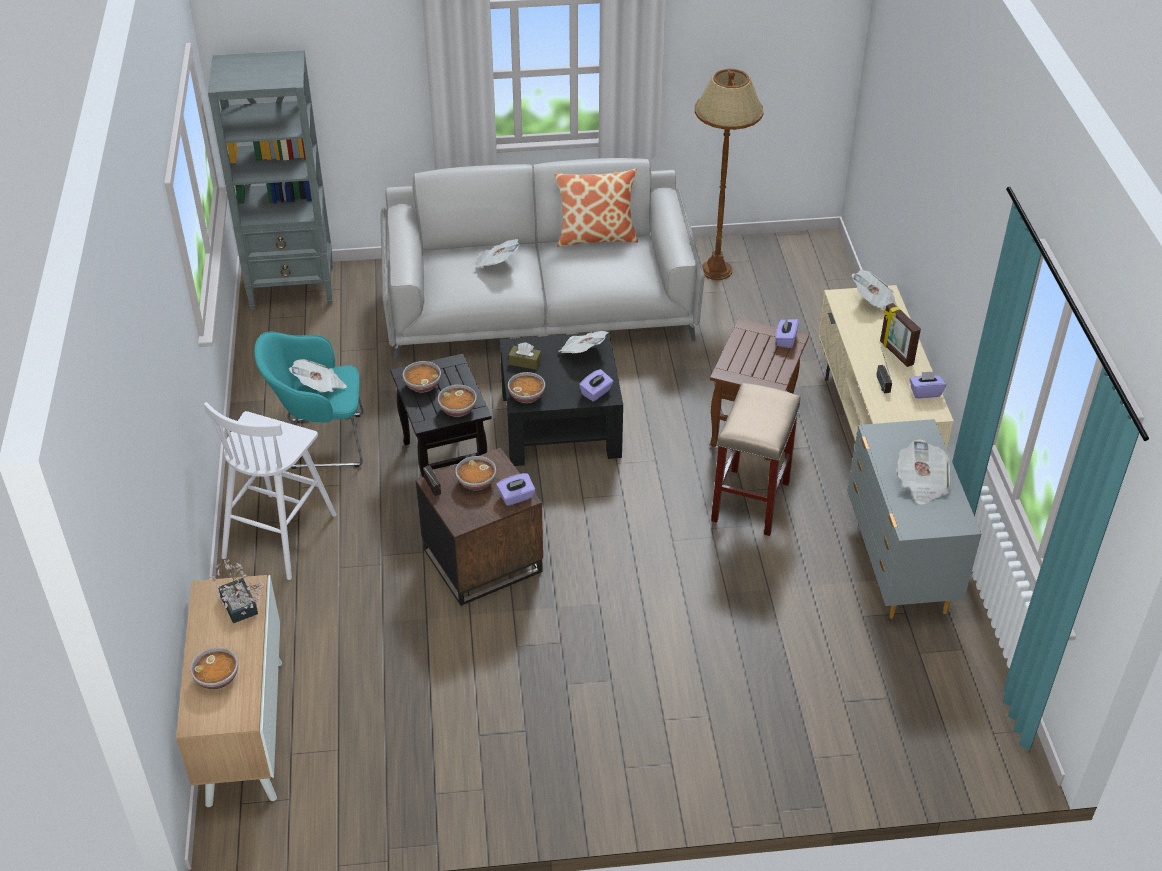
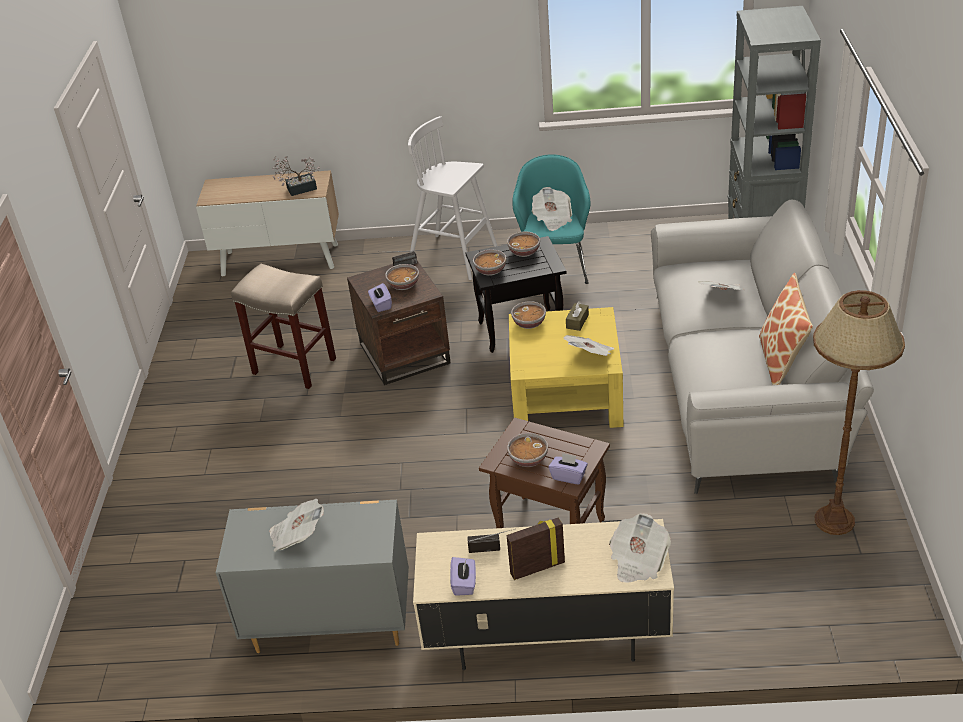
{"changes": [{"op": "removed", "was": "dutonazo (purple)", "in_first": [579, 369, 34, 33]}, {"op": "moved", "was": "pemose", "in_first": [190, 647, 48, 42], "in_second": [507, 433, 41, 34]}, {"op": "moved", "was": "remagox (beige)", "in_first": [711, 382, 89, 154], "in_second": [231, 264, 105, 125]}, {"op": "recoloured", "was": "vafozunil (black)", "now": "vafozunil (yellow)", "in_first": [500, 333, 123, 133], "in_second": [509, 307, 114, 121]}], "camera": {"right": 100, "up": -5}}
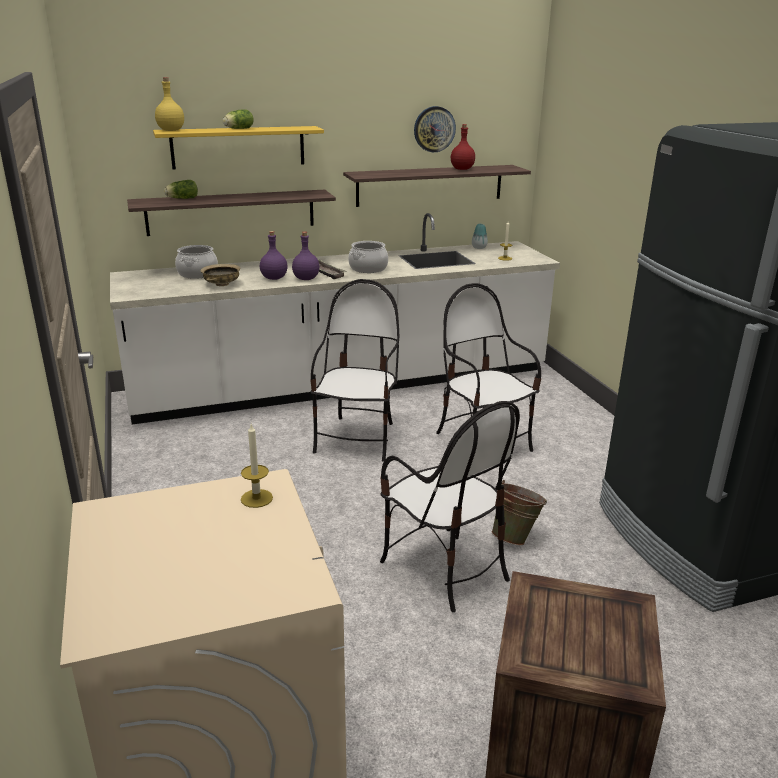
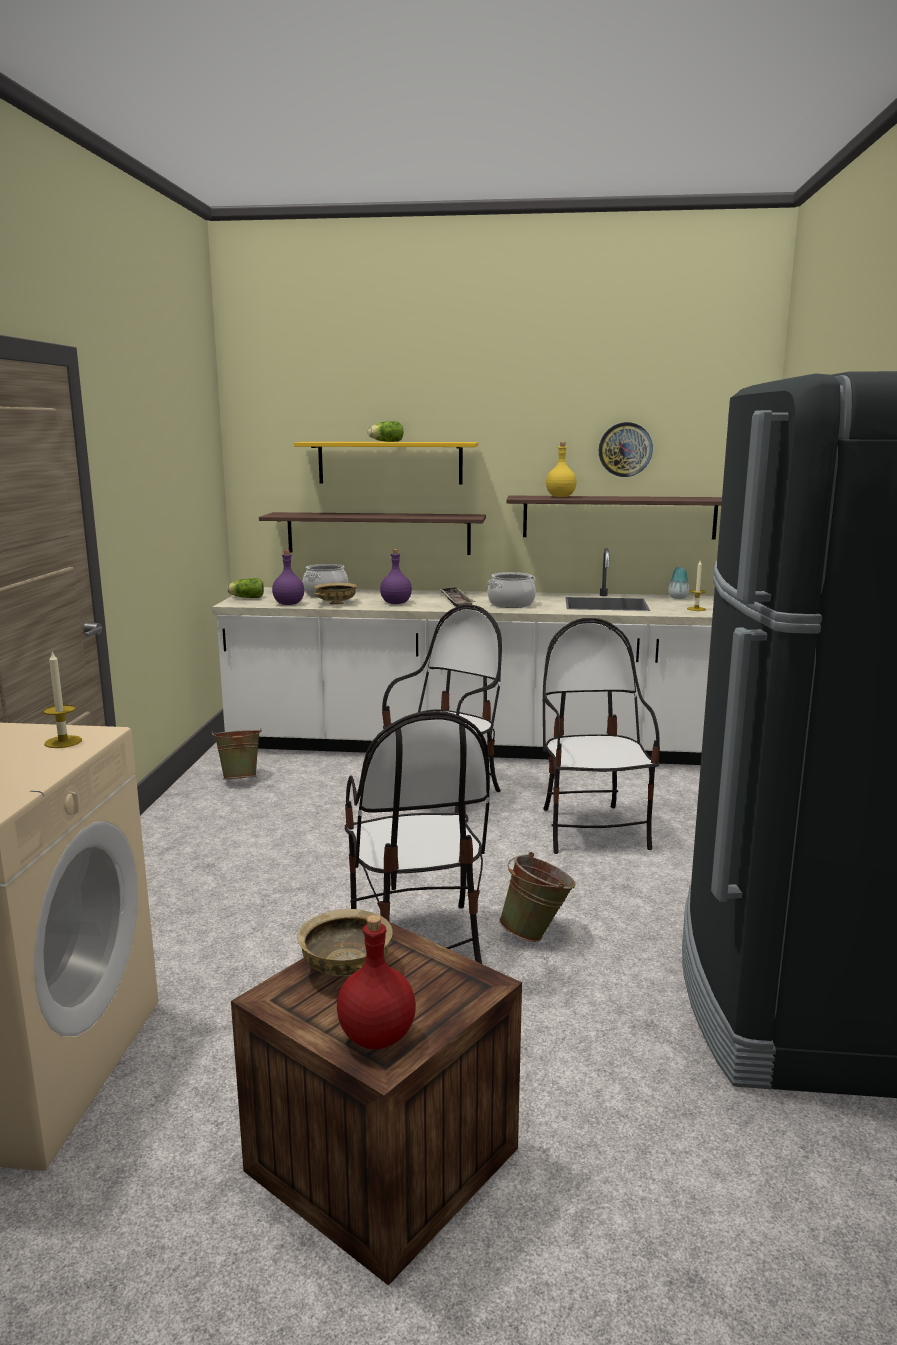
{"changes": [{"op": "added", "now": "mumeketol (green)", "in_second": [212, 729, 50, 50]}, {"op": "added", "now": "pemose (beige)", "in_second": [297, 909, 96, 68]}, {"op": "moved", "was": "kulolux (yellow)", "in_first": [155, 77, 29, 54], "in_second": [546, 442, 31, 55]}, {"op": "moved", "was": "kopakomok", "in_first": [164, 180, 34, 19], "in_second": [227, 578, 37, 20]}, {"op": "moved", "was": "kulolux (purple)", "in_first": [292, 232, 27, 48], "in_second": [272, 550, 32, 55]}, {"op": "moved", "was": "kulolux (red)", "in_first": [451, 124, 24, 46], "in_second": [337, 915, 79, 134]}], "camera": {"right": 25, "up": -10}}
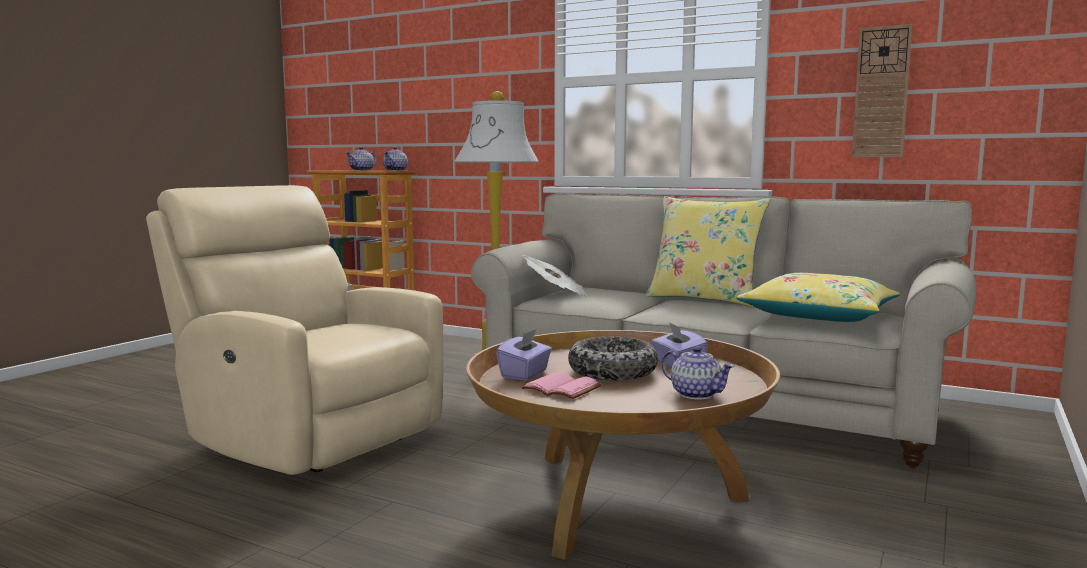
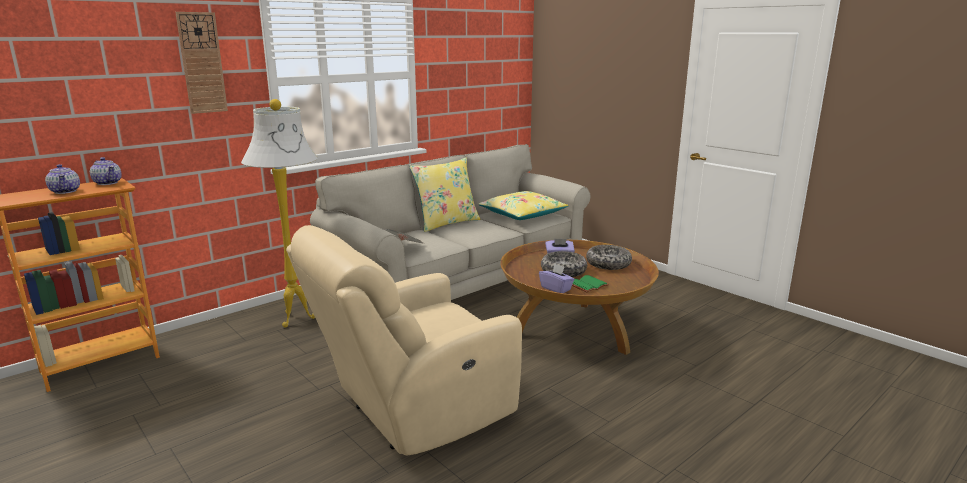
{"changes": [{"op": "moved", "was": "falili", "in_first": [852, 24, 60, 133], "in_second": [175, 12, 53, 102]}, {"op": "replaced", "was": "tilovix", "now": "pemose", "in_first": [662, 346, 73, 54], "in_second": [586, 245, 46, 25]}, {"op": "recoloured", "was": "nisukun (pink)", "now": "nisukun (green)", "in_first": [521, 372, 80, 27], "in_second": [572, 275, 37, 17]}], "camera": {"right": -70, "up": 10}}
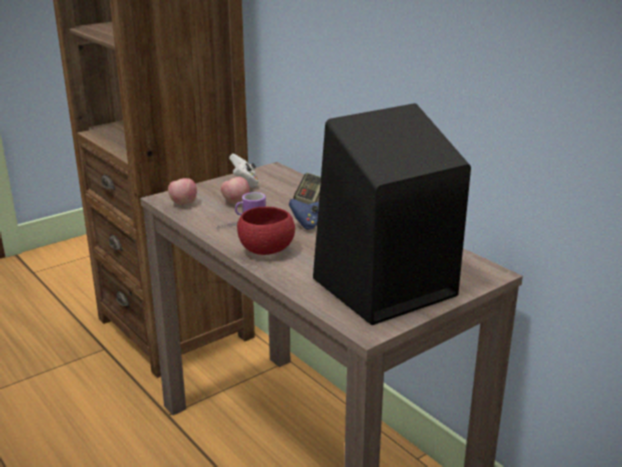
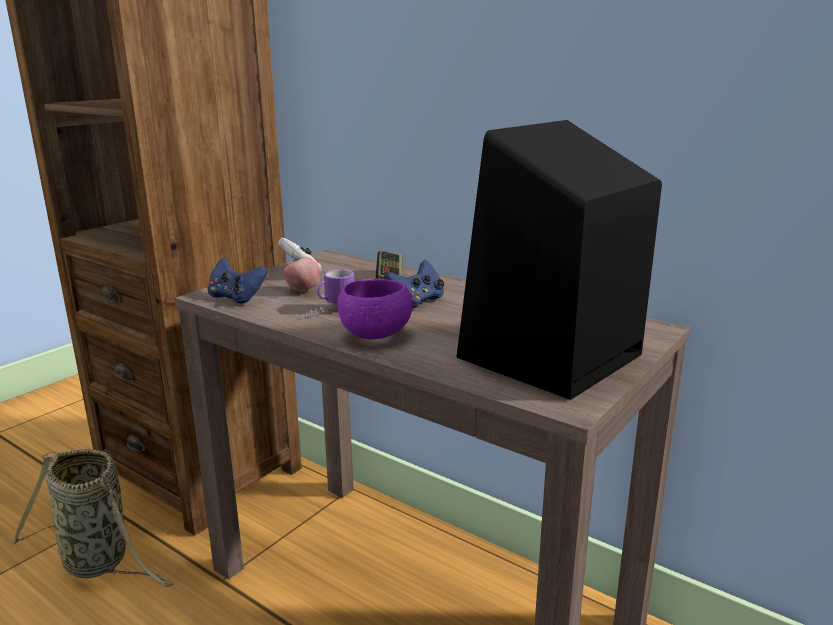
{"changes": [{"op": "added", "now": "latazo", "in_second": [10, 449, 164, 138]}, {"op": "replaced", "was": "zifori", "now": "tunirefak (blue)", "in_first": [168, 178, 29, 27], "in_second": [207, 258, 60, 46]}, {"op": "recoloured", "was": "pemose (red)", "now": "pemose (purple)", "in_first": [237, 206, 58, 49], "in_second": [337, 279, 76, 61]}], "camera": {"right": -15, "up": -5}}
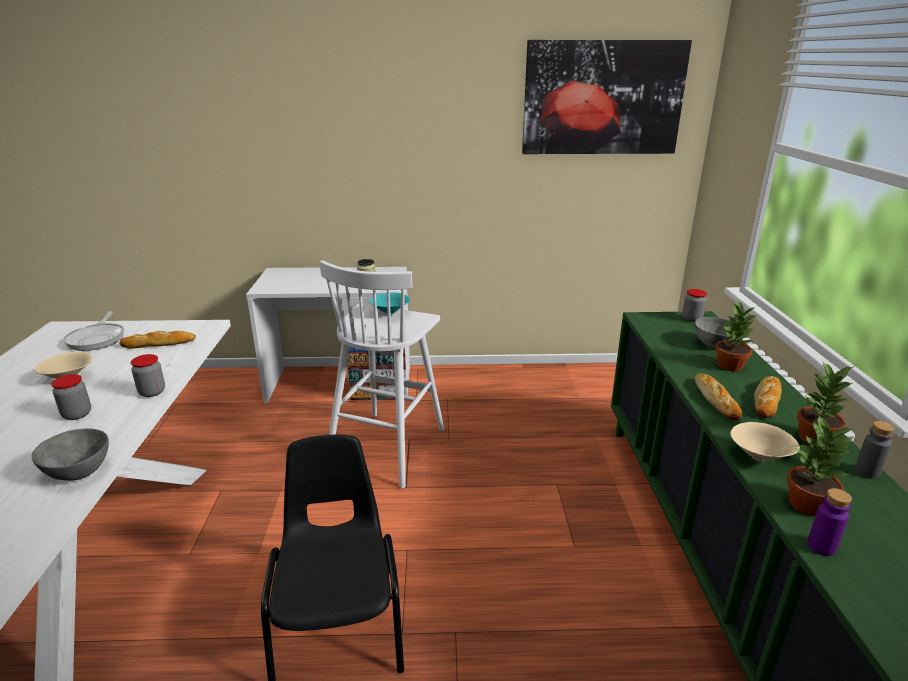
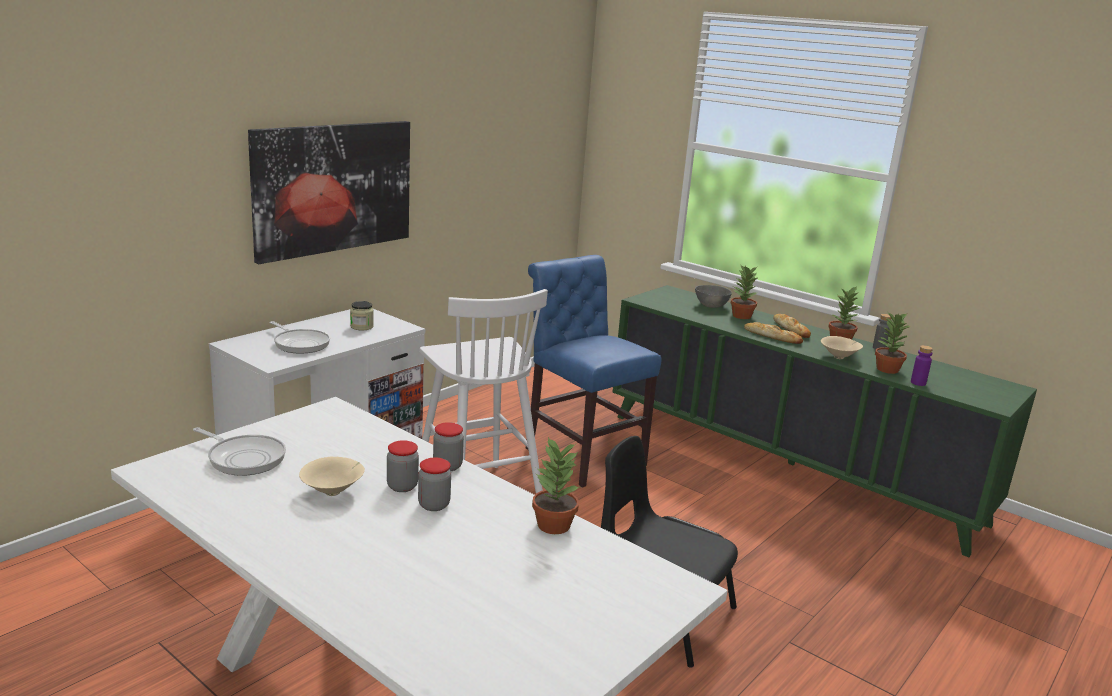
{"changes": [{"op": "removed", "was": "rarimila", "in_first": [120, 330, 76, 19]}, {"op": "removed", "was": "pemose (turquoise)", "in_first": [370, 292, 40, 23]}, {"op": "added", "now": "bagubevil", "in_second": [270, 321, 60, 33]}, {"op": "added", "now": "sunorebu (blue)", "in_second": [526, 255, 136, 233]}, {"op": "moved", "was": "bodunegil", "in_first": [522, 40, 170, 114], "in_second": [248, 121, 162, 143]}, {"op": "moved", "was": "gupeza", "in_first": [682, 289, 25, 33], "in_second": [387, 440, 32, 52]}, {"op": "replaced", "was": "pemose (grey)", "now": "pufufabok", "in_first": [32, 428, 77, 53], "in_second": [532, 437, 49, 97]}], "camera": {"right": -50, "up": -5}}
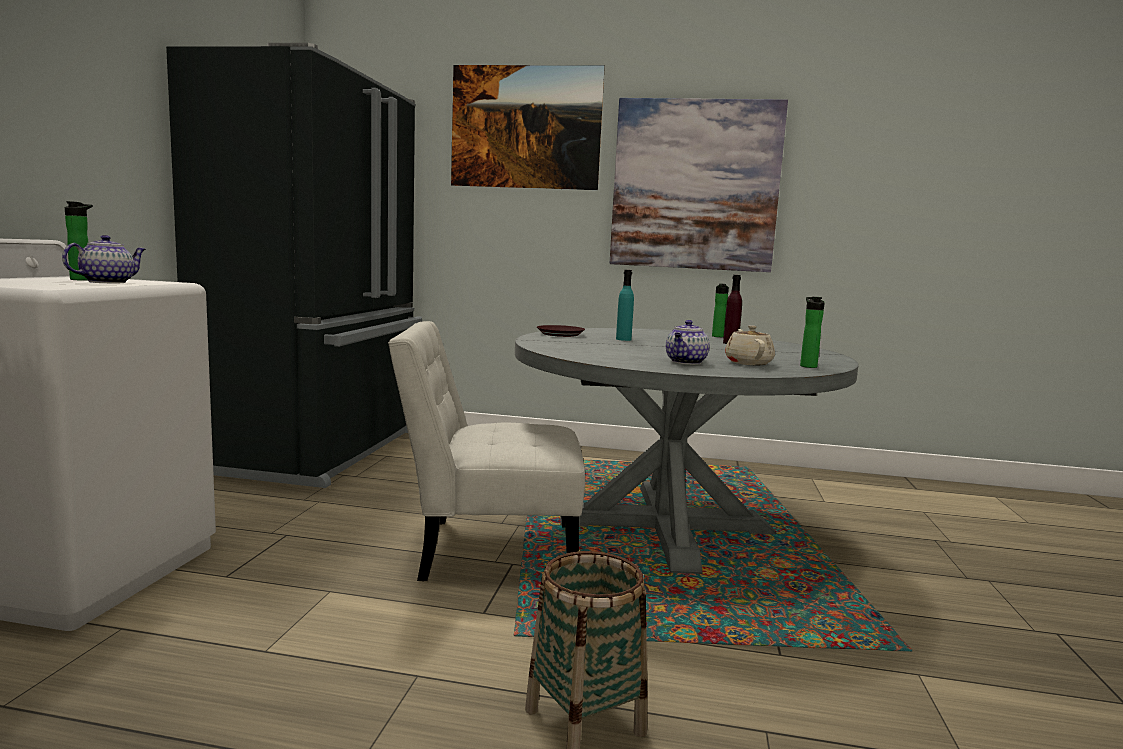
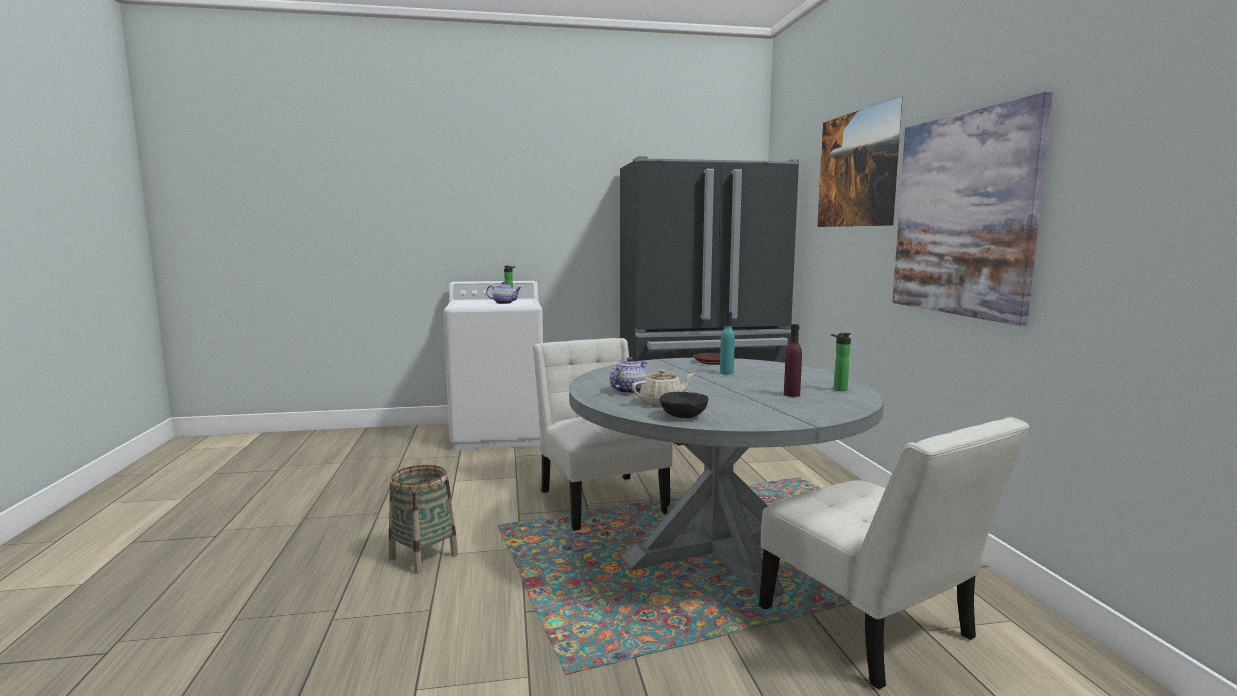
{"changes": [{"op": "added", "now": "sunorebu (white)", "in_second": [759, 417, 271, 273]}, {"op": "replaced", "was": "kulolux", "now": "pemose (black)", "in_first": [800, 297, 25, 71], "in_second": [660, 392, 49, 26]}, {"op": "turned", "was": "tilovix", "in_first": [666, 320, 44, 44], "in_second": [610, 357, 37, 37], "clockwise": 120}], "camera": {"right": 70, "up": 0}}
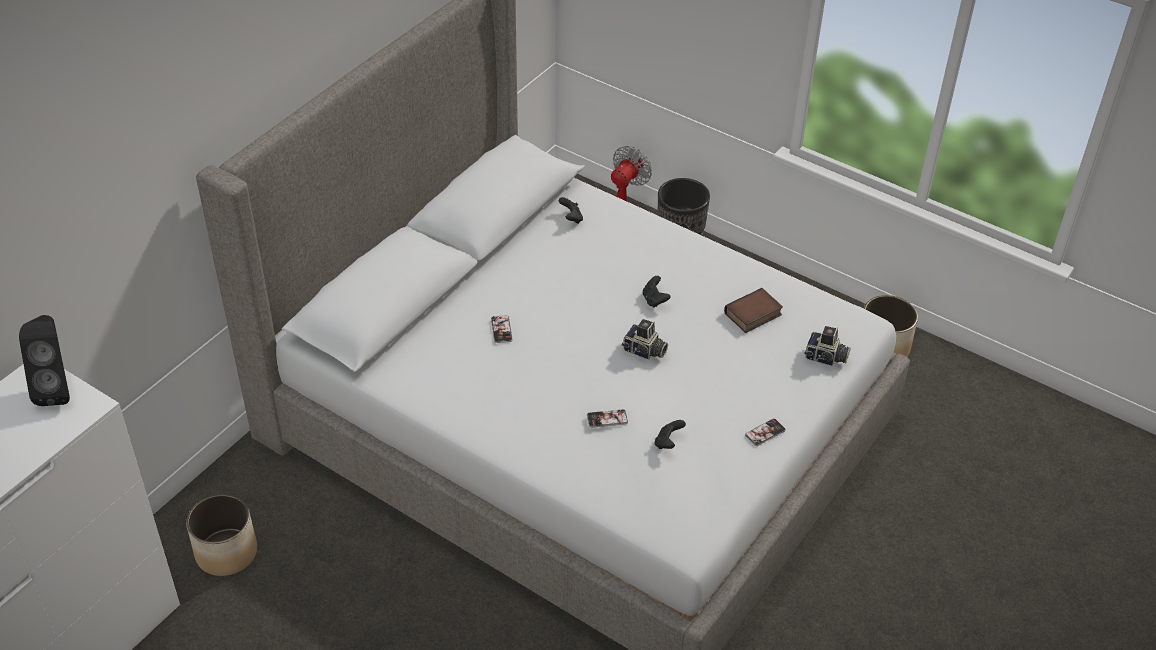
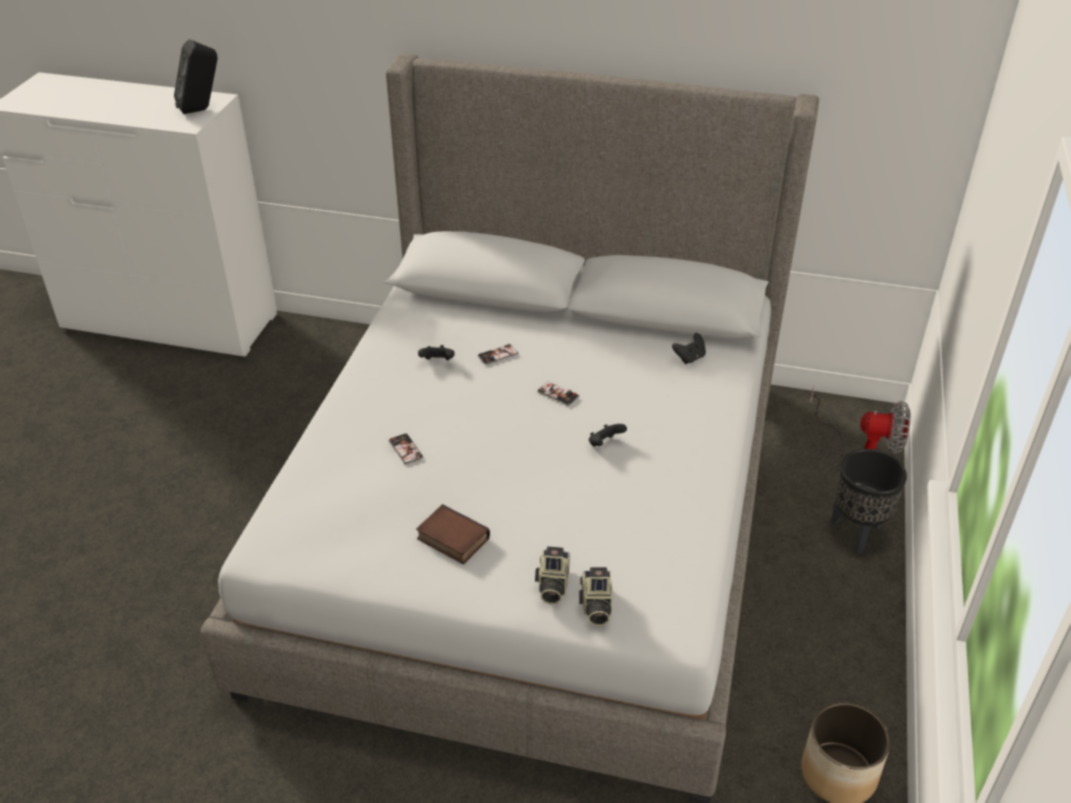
{"changes": [{"op": "removed", "was": "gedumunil", "in_first": [186, 494, 71, 82]}, {"op": "moved", "was": "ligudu", "in_first": [622, 319, 46, 41], "in_second": [535, 546, 35, 58]}, {"op": "moved", "was": "tunirefak (black)", "in_first": [655, 420, 31, 29], "in_second": [418, 345, 37, 15]}, {"op": "moved", "was": "nisukun", "in_first": [724, 288, 59, 45], "in_second": [416, 504, 74, 60]}, {"op": "moved", "was": "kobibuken", "in_first": [745, 419, 41, 27], "in_second": [537, 381, 42, 25]}], "camera": {"right": 70, "up": -5}}
